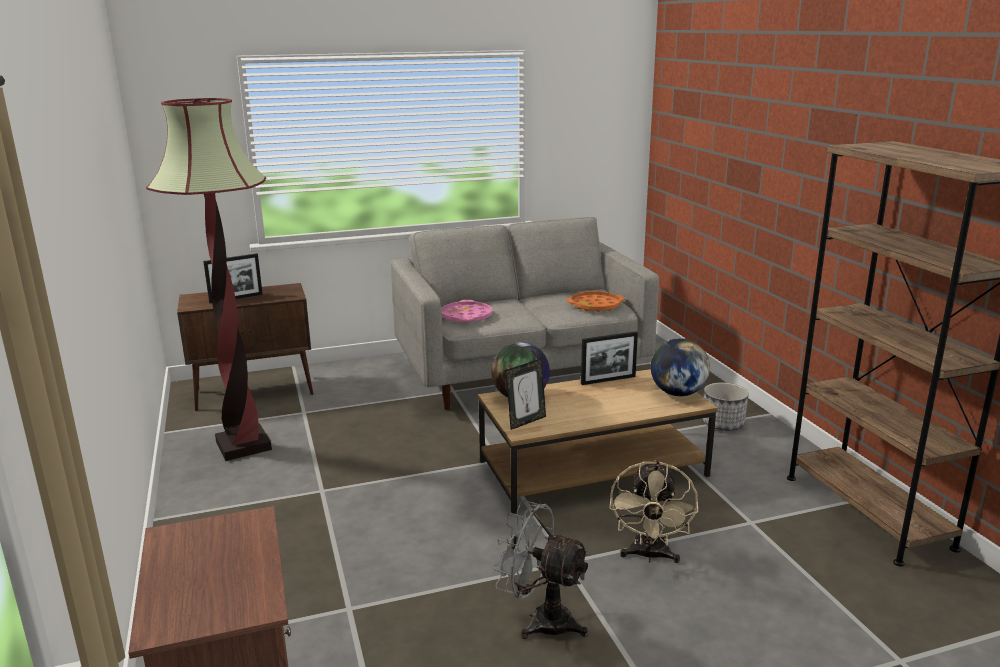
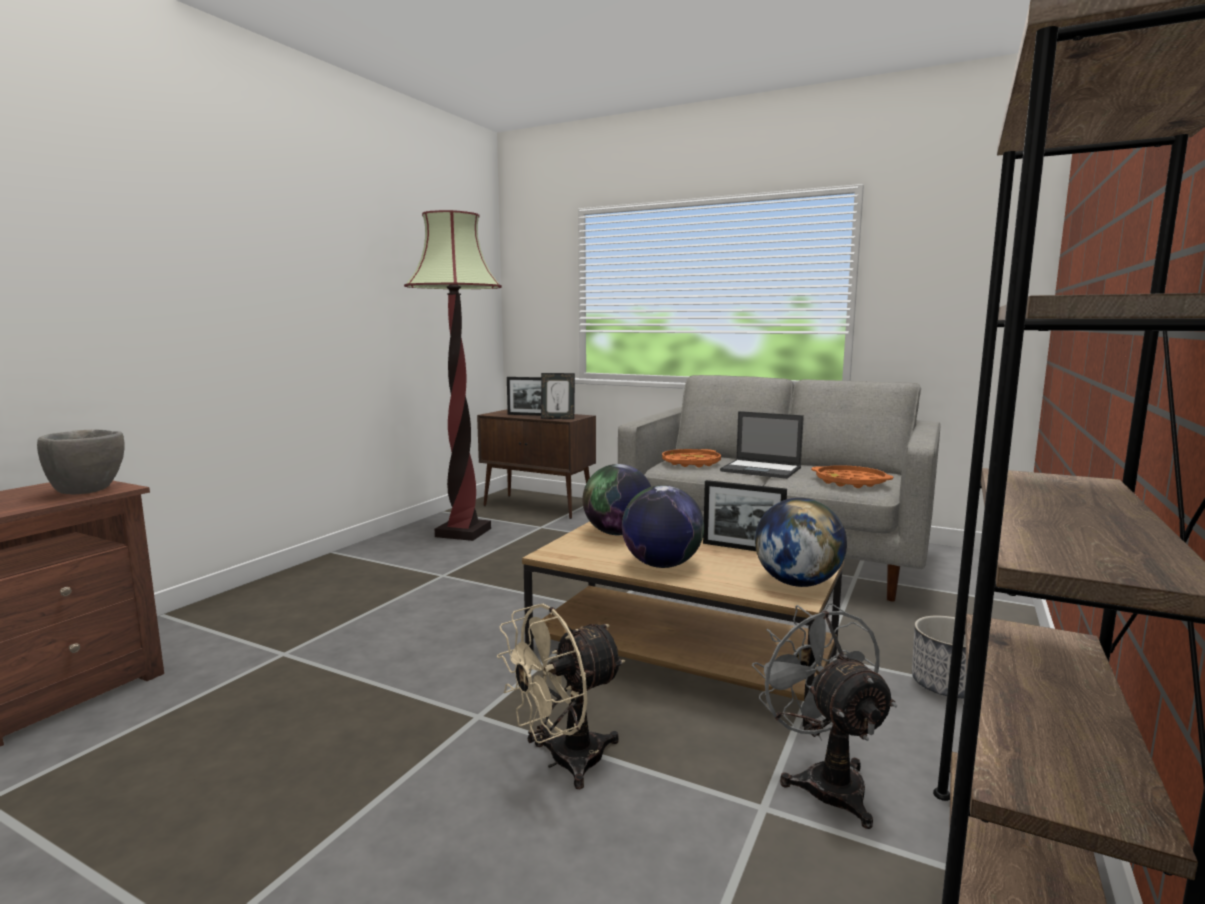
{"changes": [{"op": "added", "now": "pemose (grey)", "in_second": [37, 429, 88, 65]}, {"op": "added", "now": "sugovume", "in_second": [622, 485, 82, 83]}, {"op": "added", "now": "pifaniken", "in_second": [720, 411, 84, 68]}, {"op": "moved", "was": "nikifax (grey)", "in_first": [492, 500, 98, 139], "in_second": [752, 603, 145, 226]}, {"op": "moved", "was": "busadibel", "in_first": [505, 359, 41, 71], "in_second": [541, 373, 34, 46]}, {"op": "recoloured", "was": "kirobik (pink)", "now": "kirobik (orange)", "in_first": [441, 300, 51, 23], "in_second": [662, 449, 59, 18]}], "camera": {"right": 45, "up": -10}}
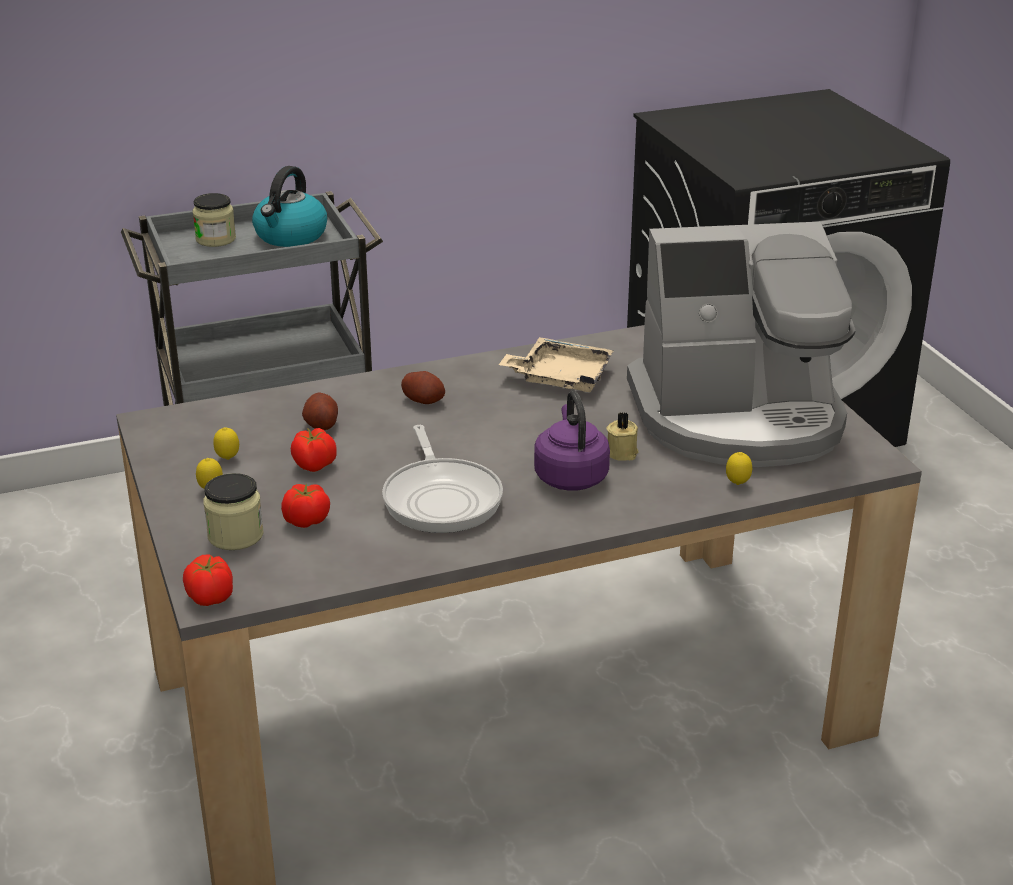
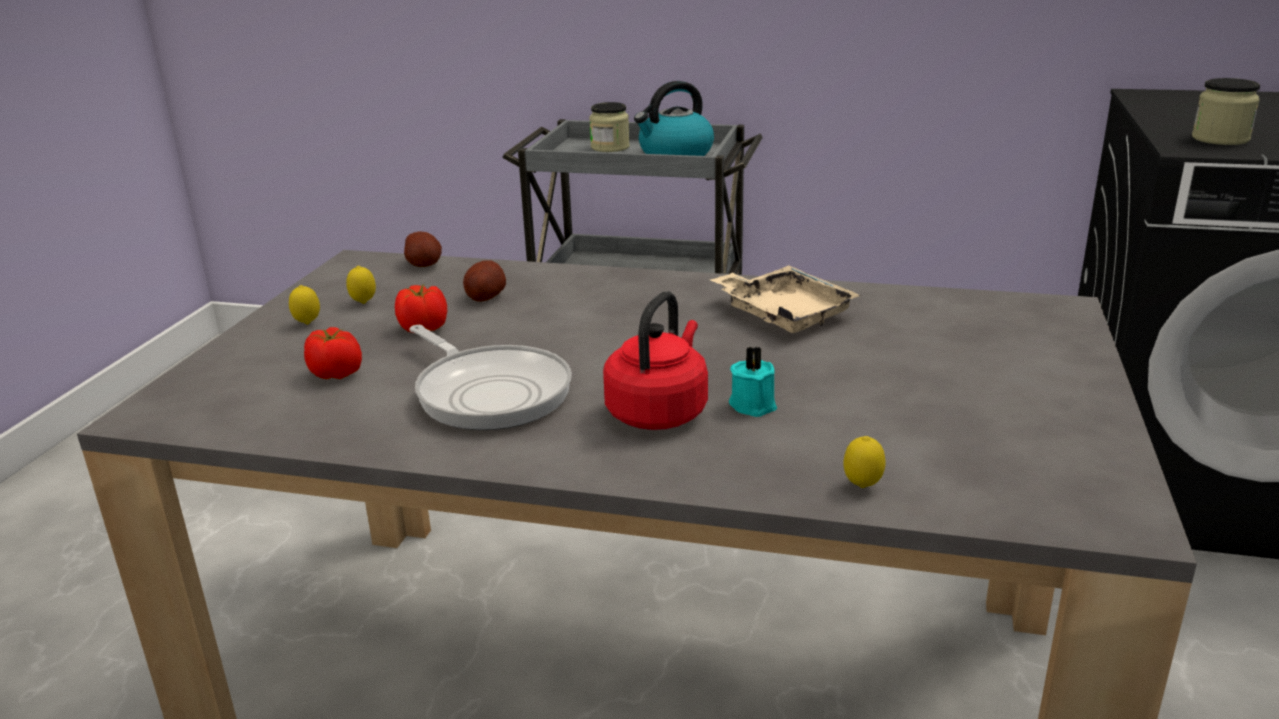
{"changes": [{"op": "removed", "was": "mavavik", "in_first": [183, 554, 50, 52]}, {"op": "removed", "was": "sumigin", "in_first": [627, 222, 229, 245]}, {"op": "moved", "was": "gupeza", "in_first": [203, 473, 61, 77], "in_second": [1192, 78, 68, 67]}, {"op": "moved", "was": "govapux", "in_first": [401, 371, 44, 33], "in_second": [404, 231, 38, 36]}, {"op": "recoloured", "was": "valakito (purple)", "now": "valakito (red)", "in_first": [534, 390, 76, 101], "in_second": [603, 291, 105, 139]}, {"op": "recoloured", "was": "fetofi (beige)", "now": "fetofi (turquoise)", "in_first": [606, 412, 33, 49], "in_second": [729, 346, 48, 71]}, {"op": "turned", "was": "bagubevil", "in_first": [382, 425, 121, 108], "in_second": [409, 325, 163, 105], "clockwise": -60}], "camera": {"right": 35, "up": -5}}
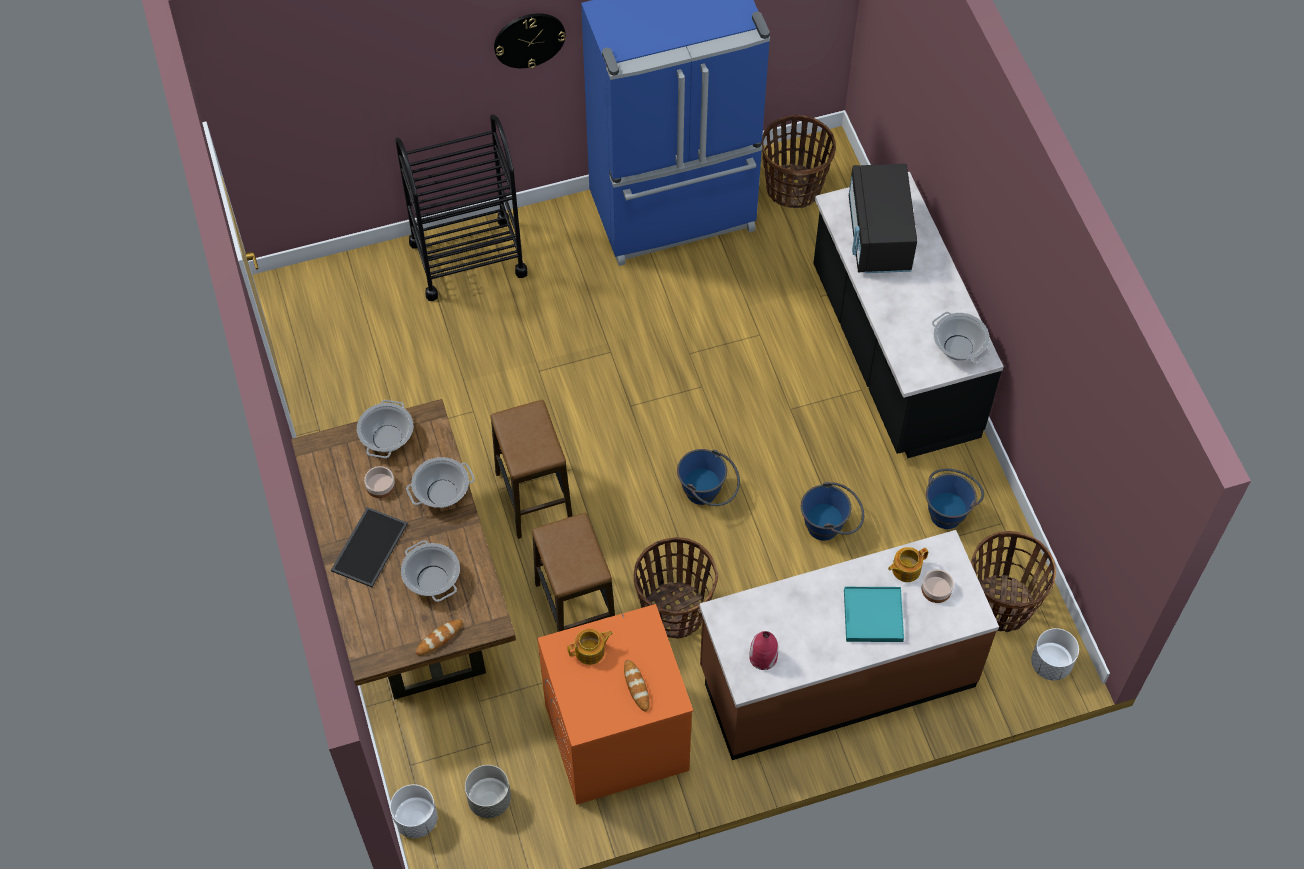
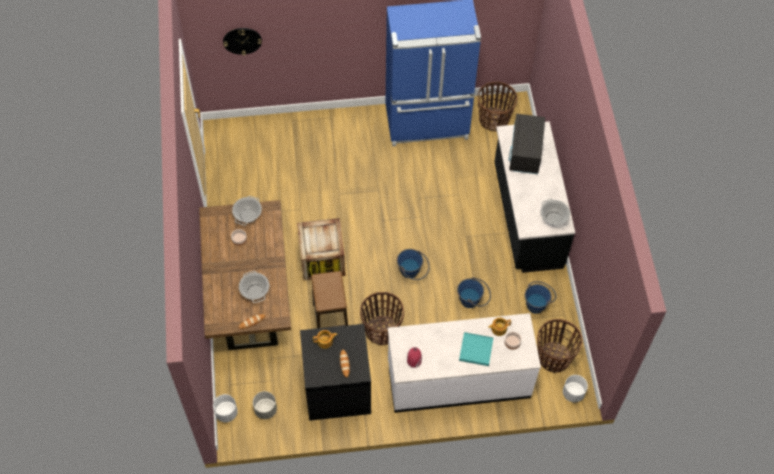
{"changes": [{"op": "removed", "was": "kirobik", "in_first": [331, 507, 77, 80]}, {"op": "removed", "was": "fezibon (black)", "in_first": [395, 114, 132, 187]}, {"op": "removed", "was": "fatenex", "in_first": [406, 457, 69, 51]}, {"op": "moved", "was": "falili", "in_first": [494, 13, 72, 56], "in_second": [223, 28, 39, 27]}, {"op": "replaced", "was": "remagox", "now": "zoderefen", "in_first": [490, 400, 82, 139], "in_second": [297, 218, 48, 62]}, {"op": "recoloured", "was": "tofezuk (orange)", "now": "tofezuk (black)", "in_first": [537, 604, 156, 201], "in_second": [300, 324, 71, 97]}, {"op": "recoloured", "was": "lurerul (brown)", "now": "lurerul (white)", "in_first": [699, 530, 300, 230], "in_second": [388, 313, 153, 100]}], "camera": {"right": 10, "up": 0}}
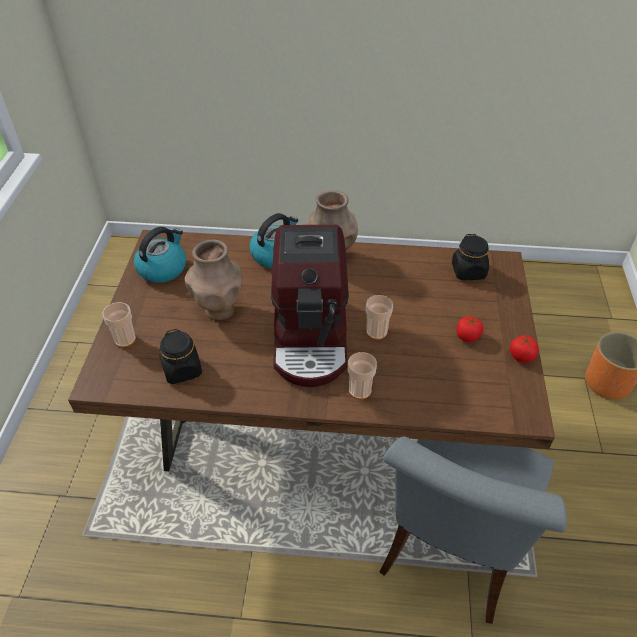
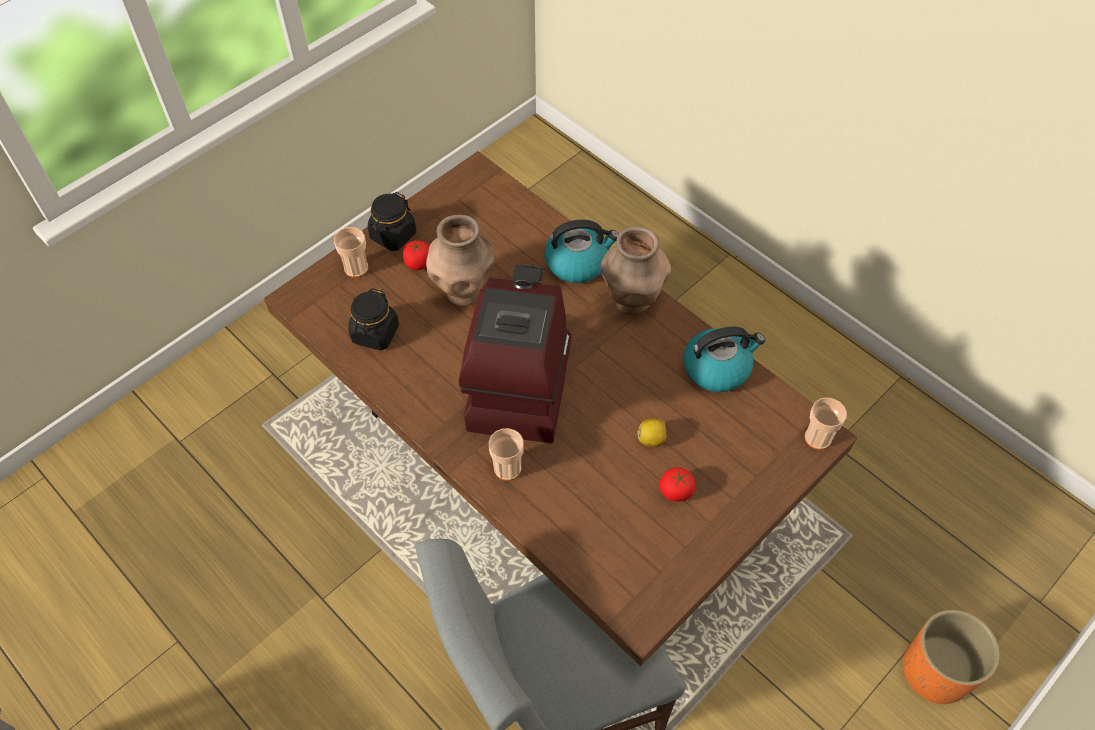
{"changes": [{"op": "added", "now": "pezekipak", "in_second": [637, 419, 29, 28]}, {"op": "moved", "was": "valakito", "in_first": [134, 227, 52, 56], "in_second": [683, 326, 82, 66]}, {"op": "moved", "was": "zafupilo", "in_first": [366, 295, 27, 45], "in_second": [805, 397, 42, 53]}, {"op": "moved", "was": "gupeza (black)", "in_first": [452, 234, 37, 46], "in_second": [368, 192, 48, 59]}, {"op": "moved", "was": "mavavik", "in_first": [510, 335, 29, 28], "in_second": [403, 240, 27, 30]}, {"op": "turned", "was": "sumigin", "in_first": [271, 225, 78, 162], "in_second": [459, 264, 113, 179], "clockwise": 150}], "camera": {"right": 40, "up": 10}}
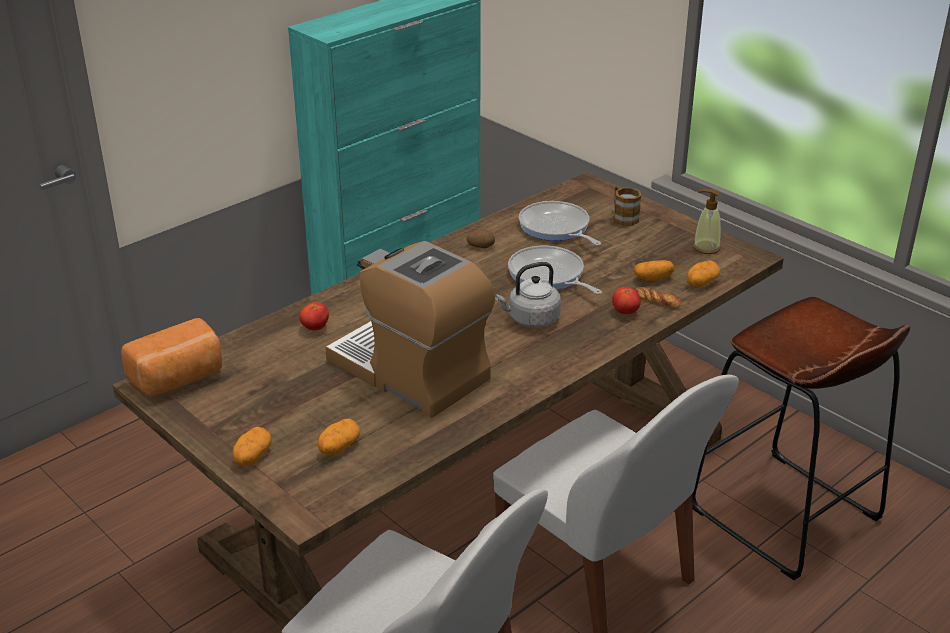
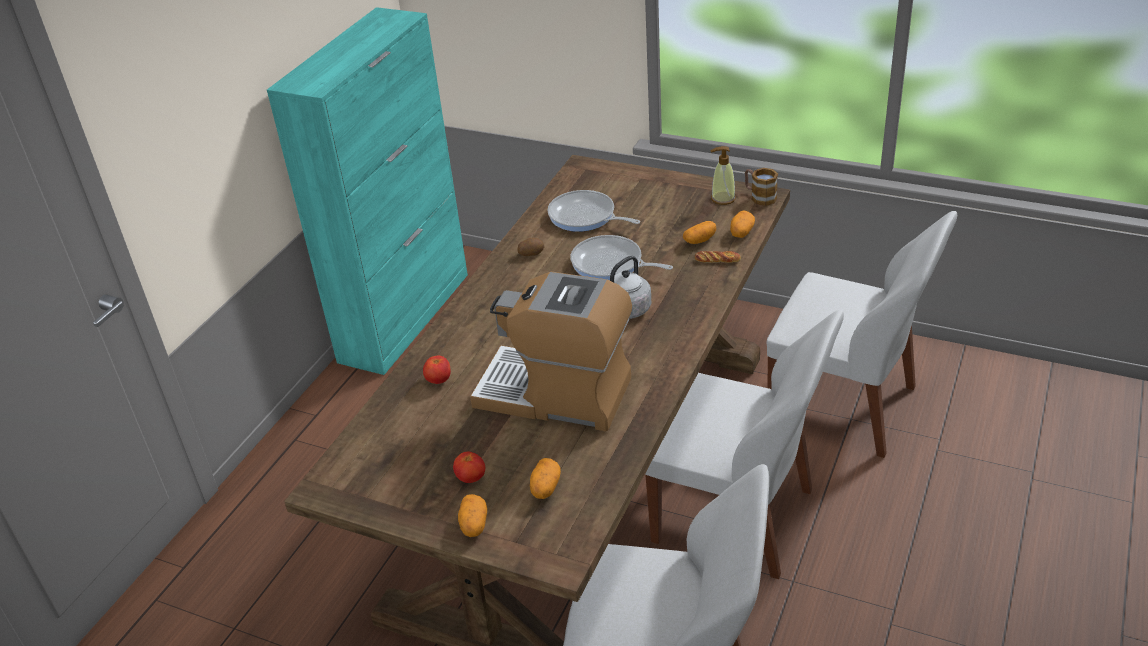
{"changes": [{"op": "removed", "was": "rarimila", "in_first": [121, 318, 101, 79]}, {"op": "moved", "was": "mavavik", "in_first": [612, 287, 29, 27], "in_second": [453, 451, 32, 32]}, {"op": "moved", "was": "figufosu", "in_first": [614, 186, 27, 40], "in_second": [745, 168, 33, 38]}, {"op": "replaced", "was": "remagox (brown)", "now": "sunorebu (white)", "in_first": [692, 297, 218, 283], "in_second": [767, 211, 190, 247]}], "camera": {"right": -20, "up": 5}}
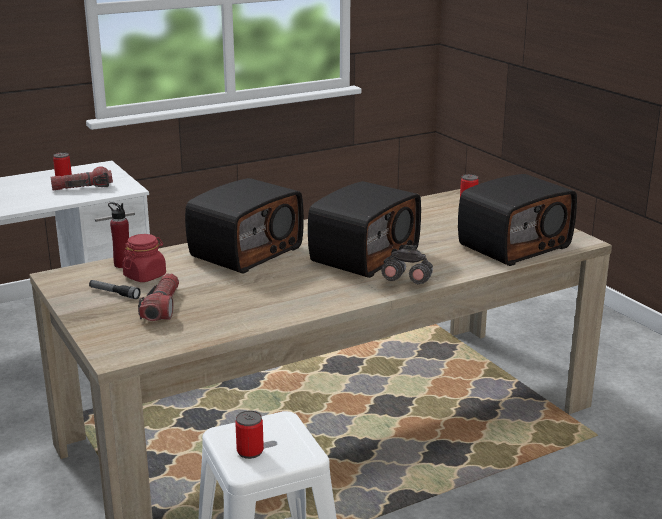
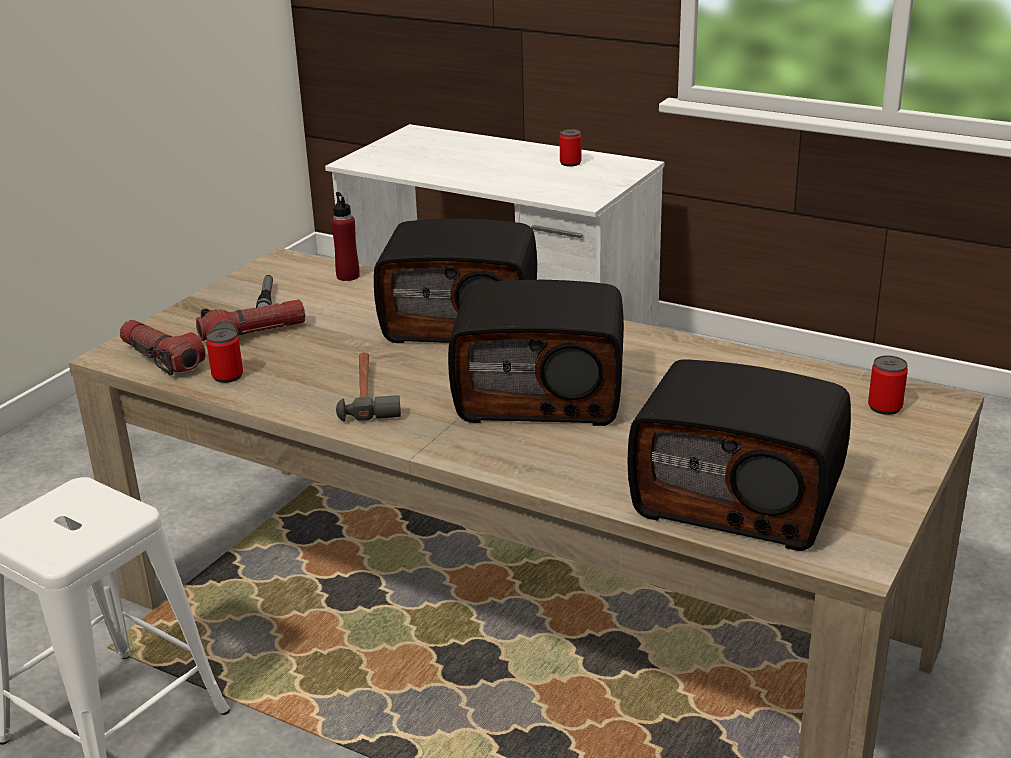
{"changes": [{"op": "removed", "was": "gupeza (red)", "in_first": [122, 234, 44, 48]}, {"op": "removed", "was": "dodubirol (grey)", "in_first": [381, 244, 52, 40]}, {"op": "added", "now": "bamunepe", "in_second": [336, 352, 65, 70]}, {"op": "moved", "was": "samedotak", "in_first": [51, 166, 62, 24], "in_second": [120, 320, 85, 56]}, {"op": "moved", "was": "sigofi", "in_first": [235, 410, 29, 49], "in_second": [206, 328, 37, 55]}], "camera": {"right": 60, "up": 5}}
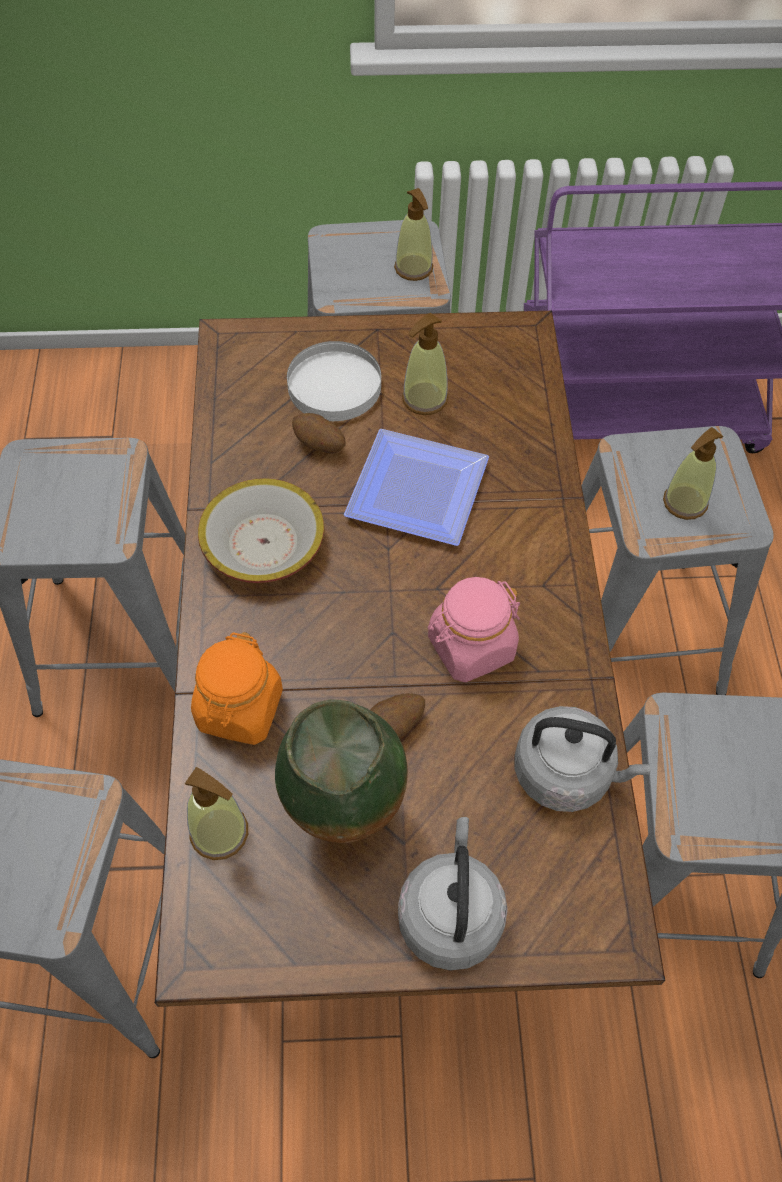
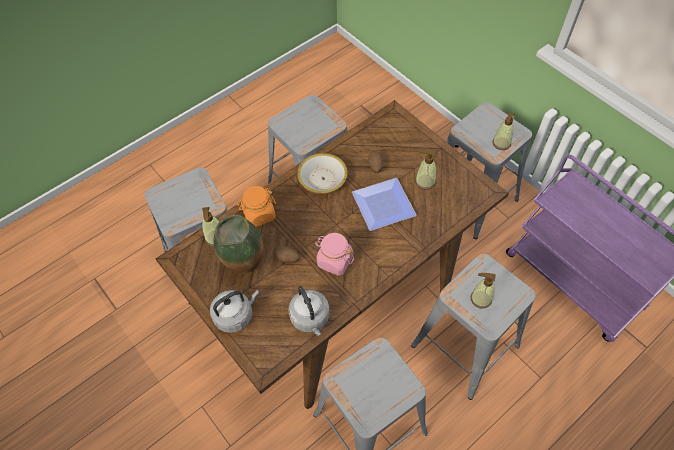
{"changes": [{"op": "removed", "was": "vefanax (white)", "in_first": [287, 341, 94, 80]}], "camera": {"right": 55, "up": 0}}
